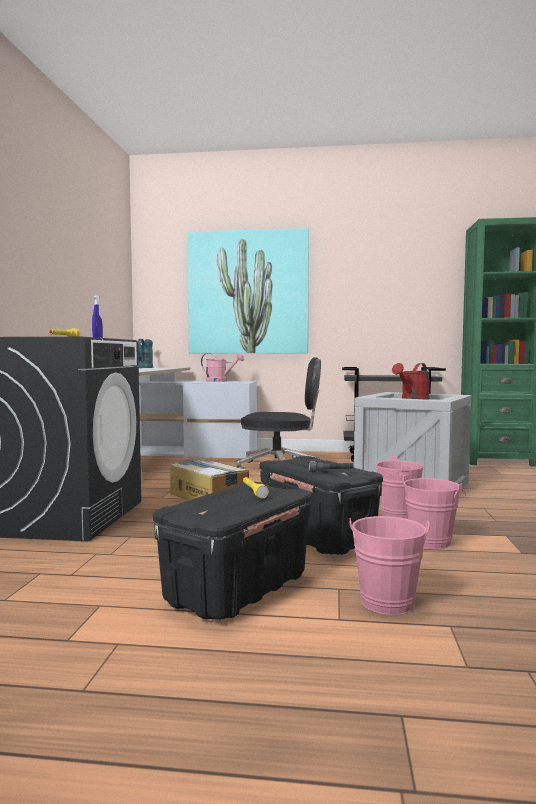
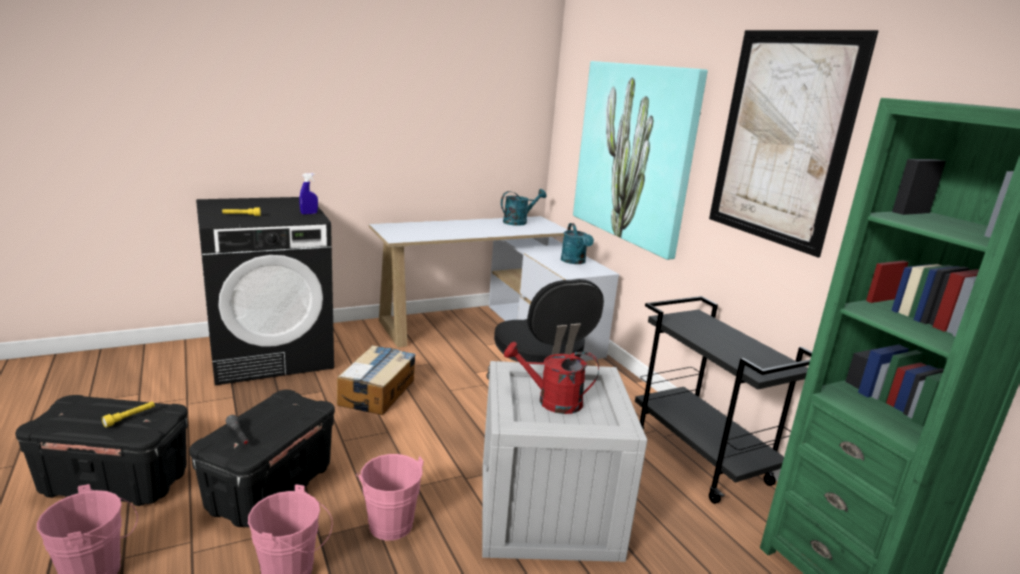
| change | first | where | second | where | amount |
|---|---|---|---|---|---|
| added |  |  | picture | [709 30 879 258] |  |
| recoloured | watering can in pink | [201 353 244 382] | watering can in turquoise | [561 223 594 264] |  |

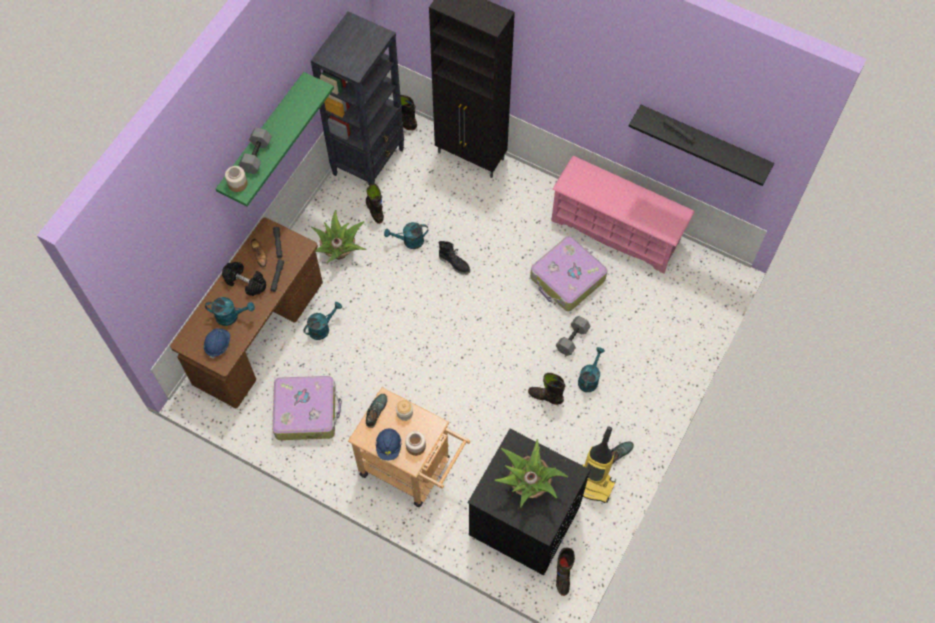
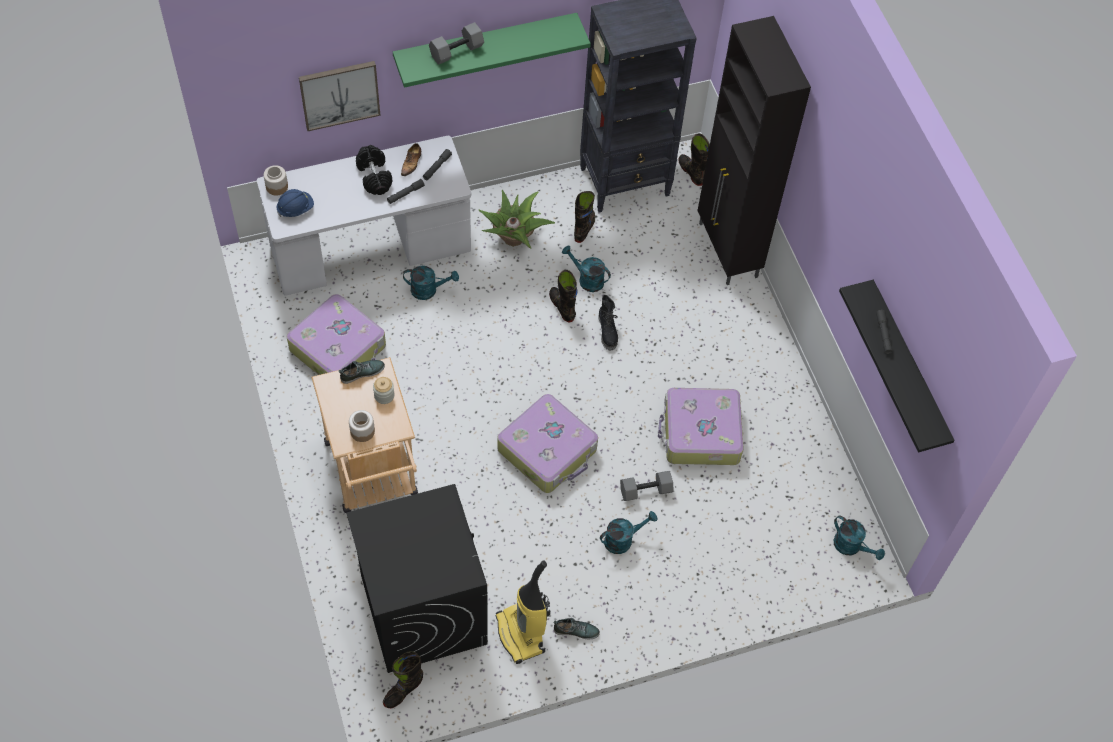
| change | first | where | second | where | amount |
|---|---|---|---|---|---|
| removed | hard hat in blue | [376 428 401 460] |  |  |  |
| removed | potted plant | [495 439 568 508] |  |  |  |
| removed | shoe rack in pink | [551 156 695 274] |  |  |  |
| added |  |  | picture | [299 61 381 131] |  |
| added |  |  | suitcase | [497 394 598 493] |  |
| moved | watering can in turquoise | [205 297 255 326] |  | [834 516 885 560] |  |
| moved | jar | [225 166 248 192] |  | [264 165 288 195] |  |
| moved | boot in black | [528 373 566 405] |  | [549 270 578 322] |  |
| recoloured | desk in brown | [170 217 323 409] | desk in white | [257 136 471 296] |  |

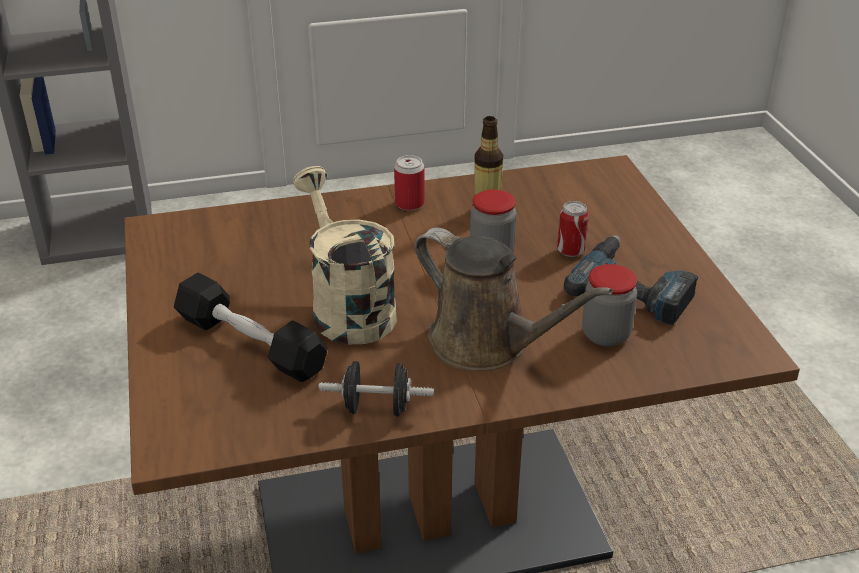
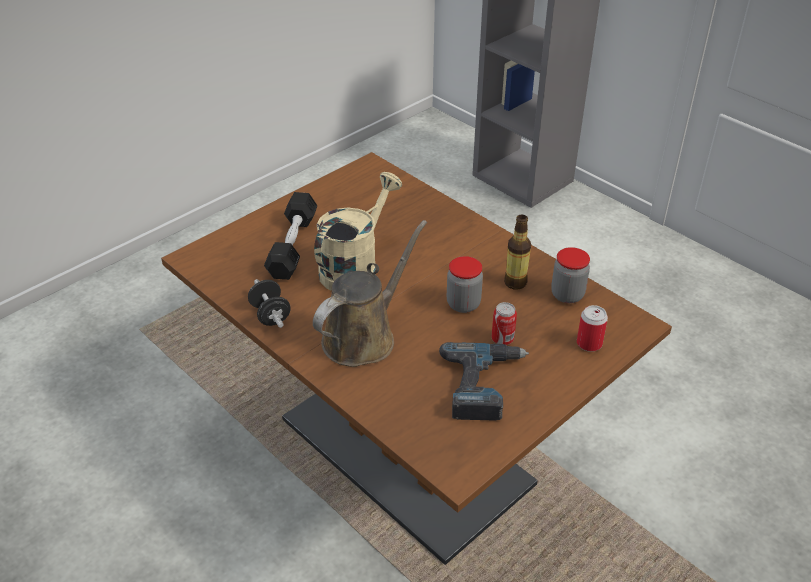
| change | first | where | second | where | amount |
|---|---|---|---|---|---|
| moved | can | [394 155 425 210] |  | [577 305 608 352] |  |
| moved | jar | [582 264 637 346] |  | [551 247 590 303] |  |
| turned | watering can in brown | [415 228 613 371] |  | [313 220 427 367] | 150 degrees counterclockwise |

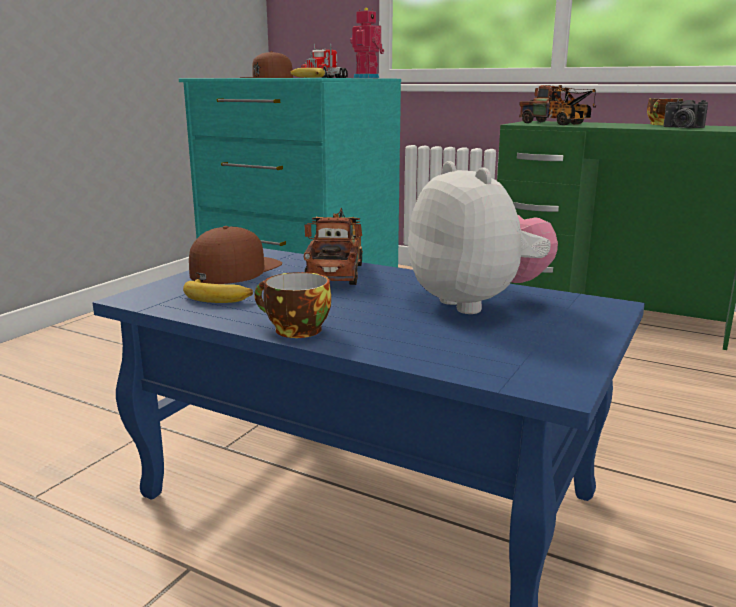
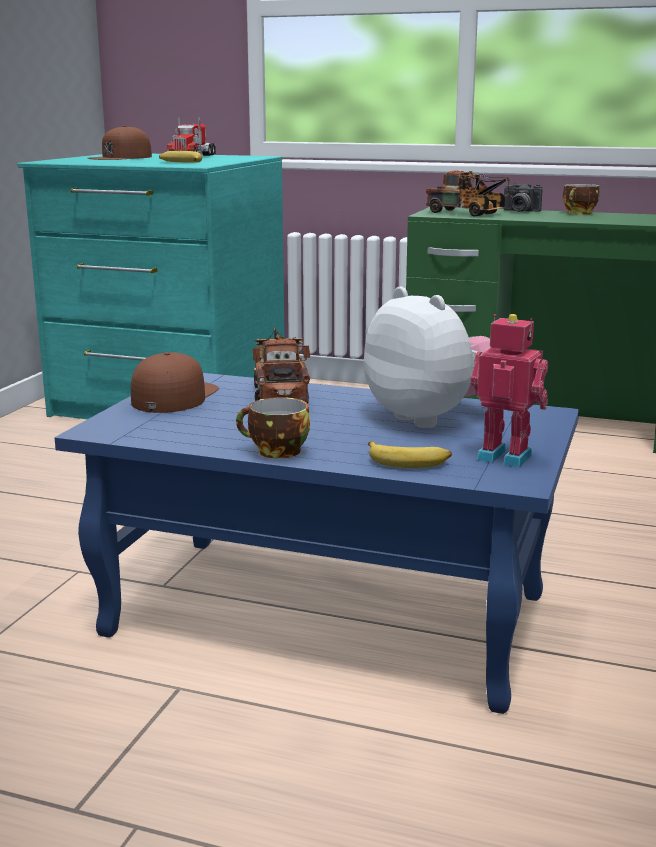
| change | first | where | second | where | amount |
|---|---|---|---|---|---|
| moved | banana | [183 279 253 303] |  | [368 441 452 468] |  |
| moved | toy robot | [350 8 384 78] |  | [470 314 548 468] |  |
| moved | photo camera | [663 99 708 128] |  | [504 183 543 212] |  |

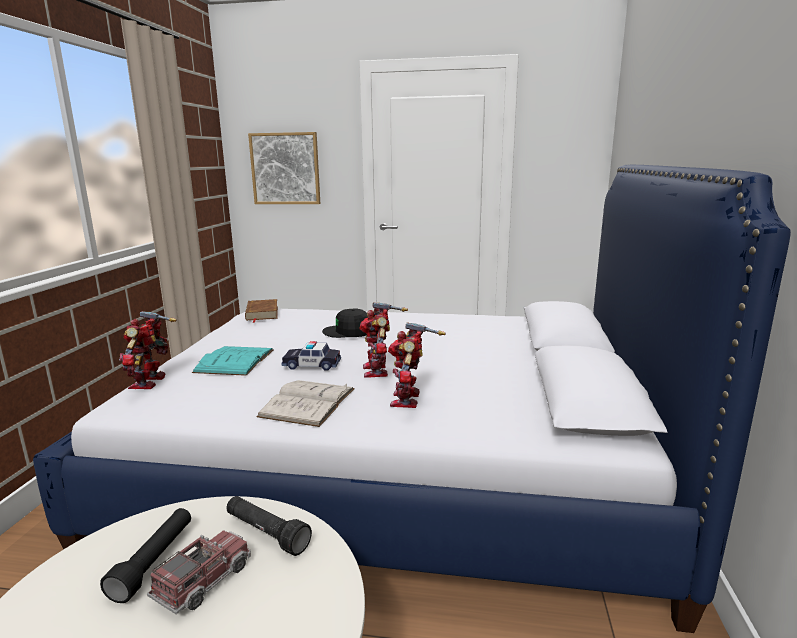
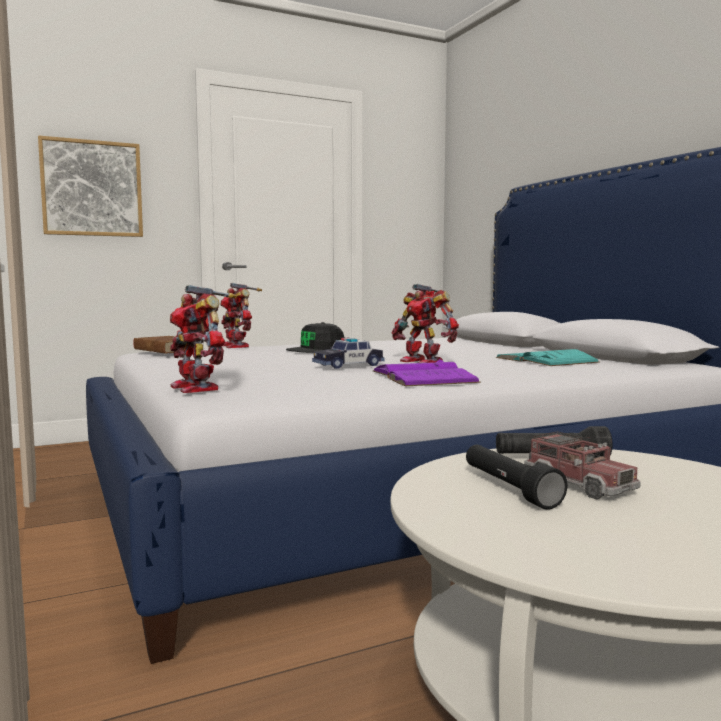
| change | first | where | second | where | amount |
|---|---|---|---|---|---|
| moved | book in turquoise | [192 346 274 376] |  | [496 349 599 366] |  |
| moved | toy robot | [388 322 445 408] |  | [220 283 262 348] |  |
| recoloured | book in white | [256 380 355 427] | book in purple | [372 359 481 386] |  |
| turned | toy truck | [147 530 251 614] |  | [524 431 641 500] | 150 degrees clockwise |

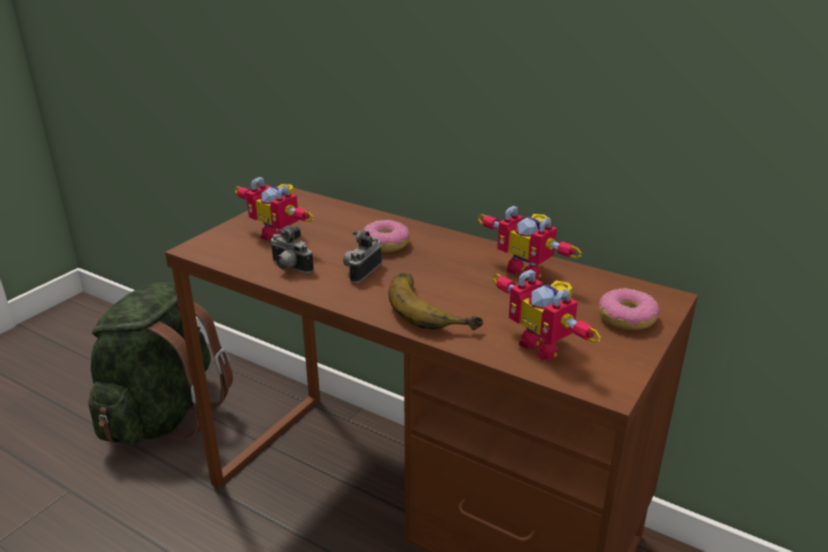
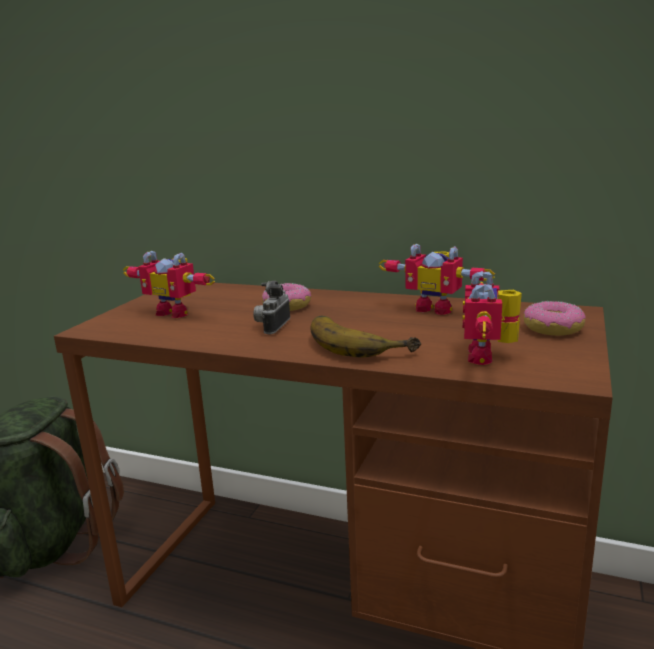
| change | first | where | second | where | amount |
|---|---|---|---|---|---|
| removed | photo camera | [270 225 314 273] |  |  |  |
| turned | toy robot | [492 270 601 360] |  | [463 271 522 365] | 60 degrees clockwise |

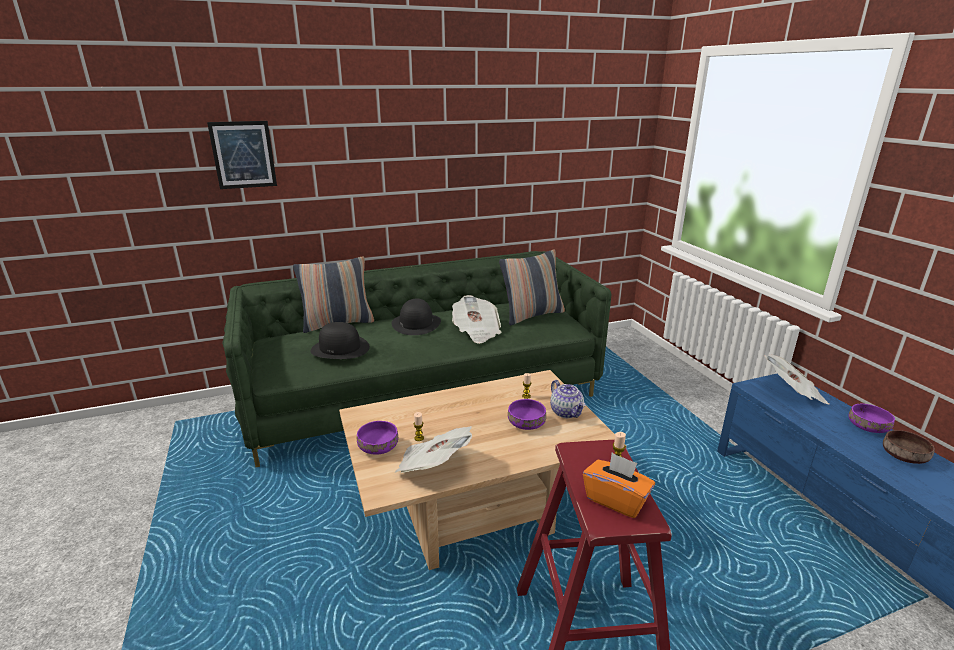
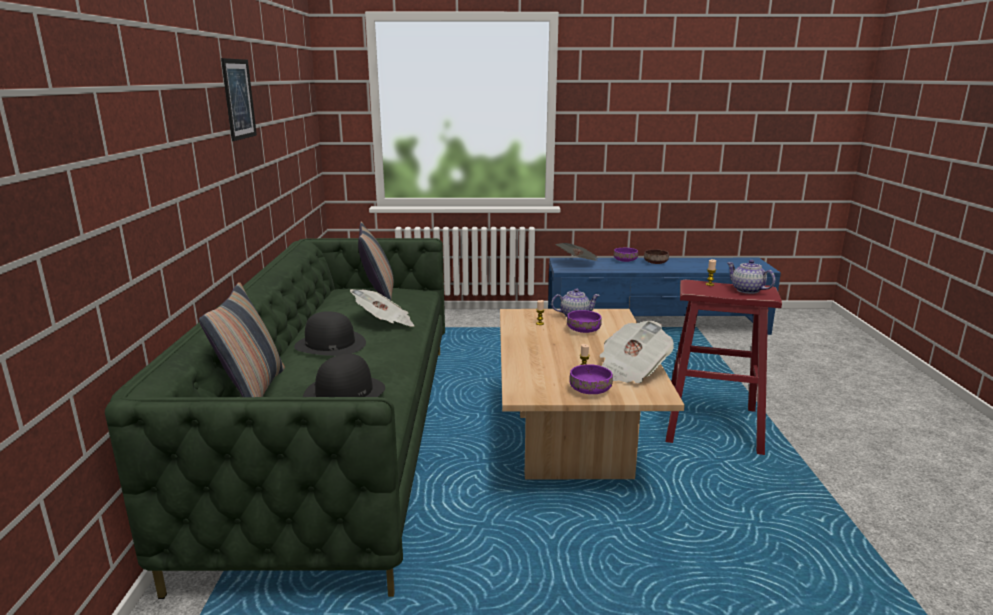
| change | first | where | second | where | amount |
|---|---|---|---|---|---|
| moved | picture | [207 121 277 189] |  | [221 58 257 141] |  |
| replaced | tissue box in orange | [583 453 655 518] | teapot | [727 260 775 294] |  |

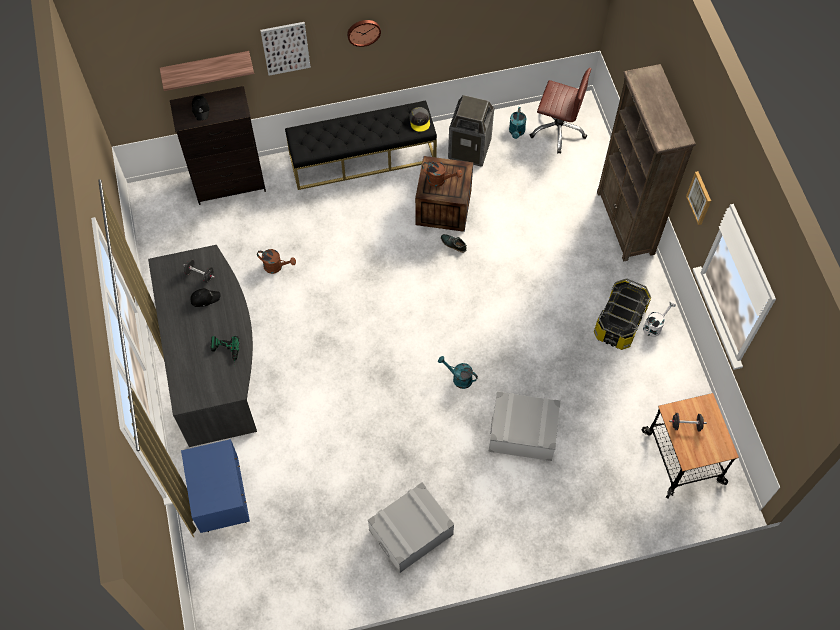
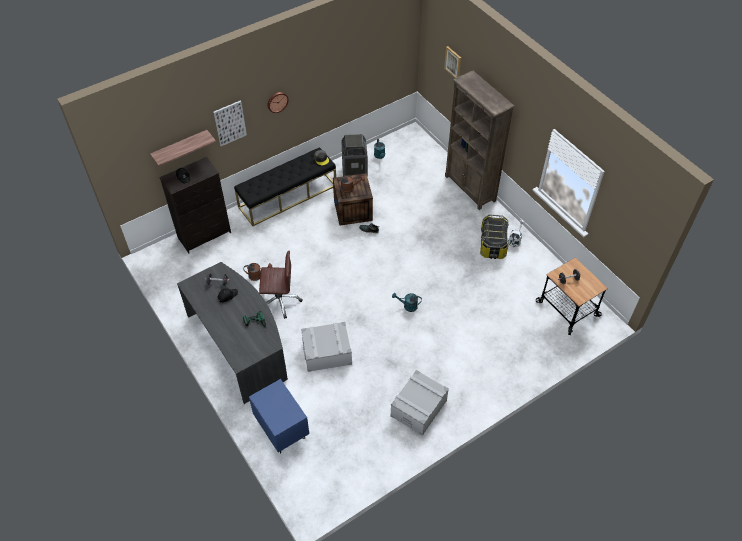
| change | first | where | second | where | amount |
|---|---|---|---|---|---|
| moved | storage box in grey | [489 391 561 461] |  | [301 322 352 372] |  |
| moved | office chair in brown | [530 68 592 154] |  | [259 251 302 319] |  |
| moved | picture | [686 171 711 225] |  | [444 46 461 78] |  |

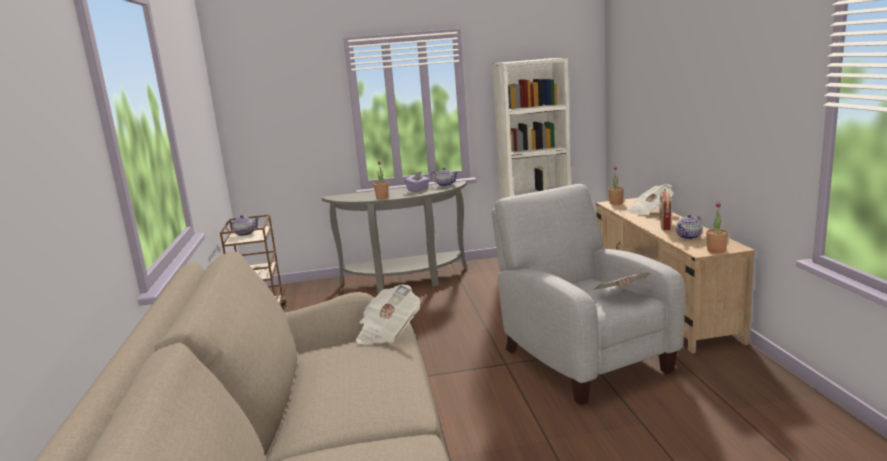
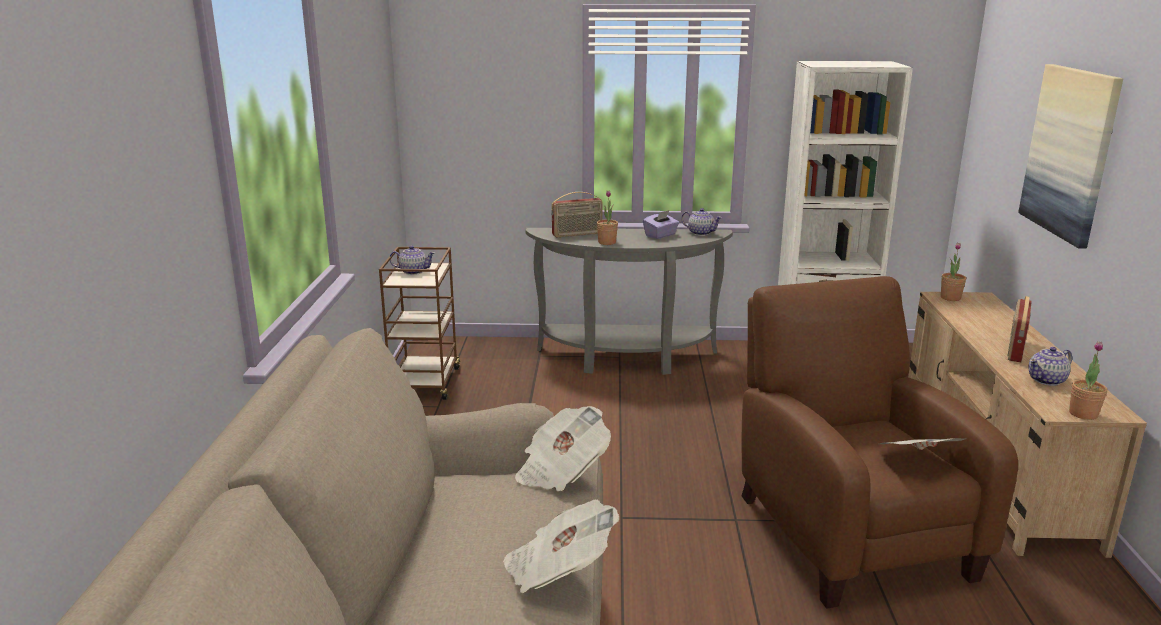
| change | first | where | second | where | amount |
|---|---|---|---|---|---|
| added |  |  | radio | [551 192 603 237] |  |
| added |  |  | picture | [1018 64 1123 249] |  |
| moved | newspaper | [626 184 673 215] |  | [503 499 619 593] |  |
| recoloured | armchair in grey | [491 184 685 405] | armchair in brown | [741 276 1018 609] |  |

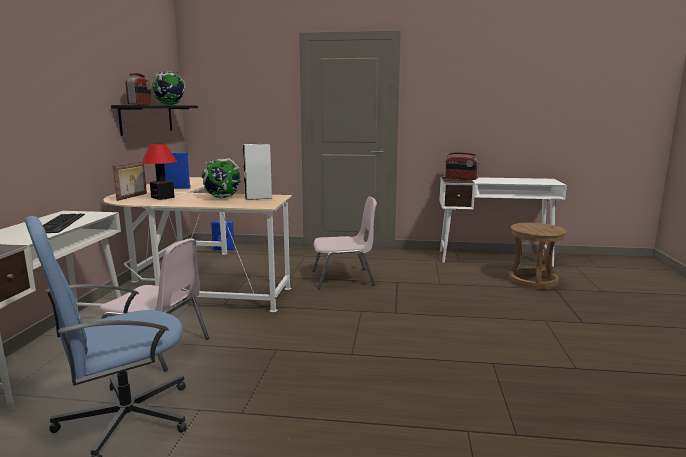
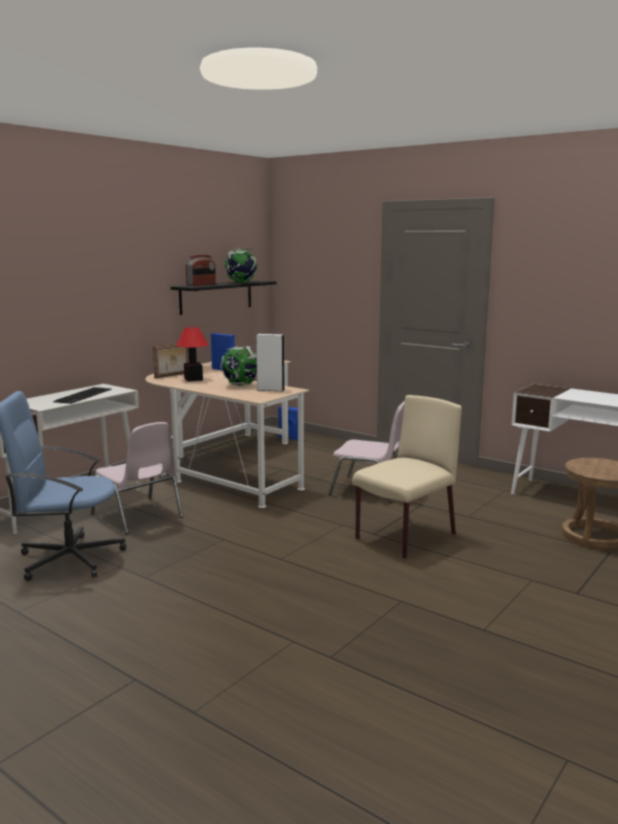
| change | first | where | second | where | amount |
|---|---|---|---|---|---|
| removed | radio | [445 152 480 180] |  |  |  |
| added |  |  | chair in beige | [352 395 462 559] |  |

